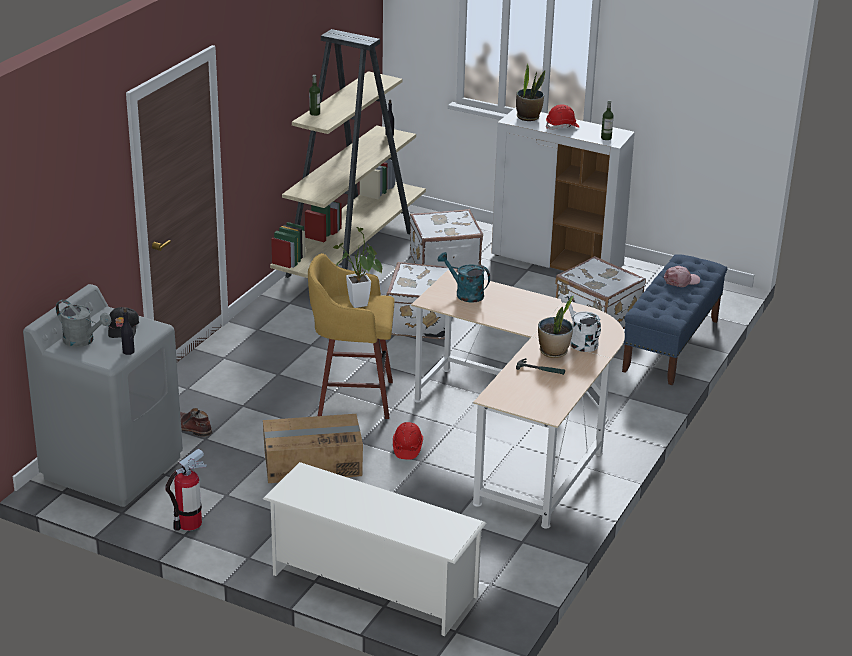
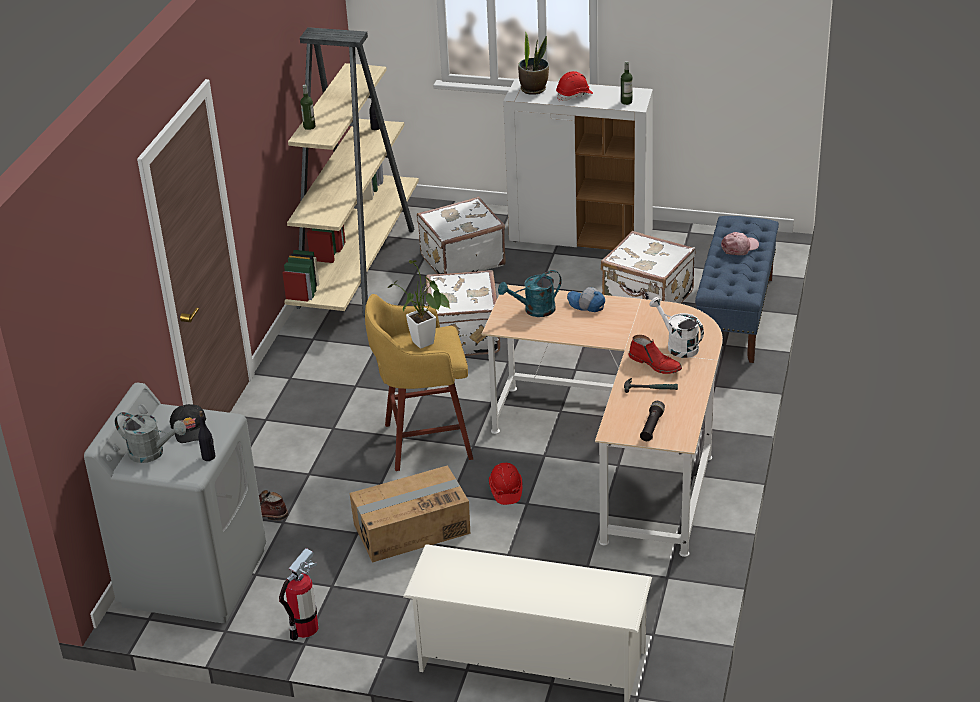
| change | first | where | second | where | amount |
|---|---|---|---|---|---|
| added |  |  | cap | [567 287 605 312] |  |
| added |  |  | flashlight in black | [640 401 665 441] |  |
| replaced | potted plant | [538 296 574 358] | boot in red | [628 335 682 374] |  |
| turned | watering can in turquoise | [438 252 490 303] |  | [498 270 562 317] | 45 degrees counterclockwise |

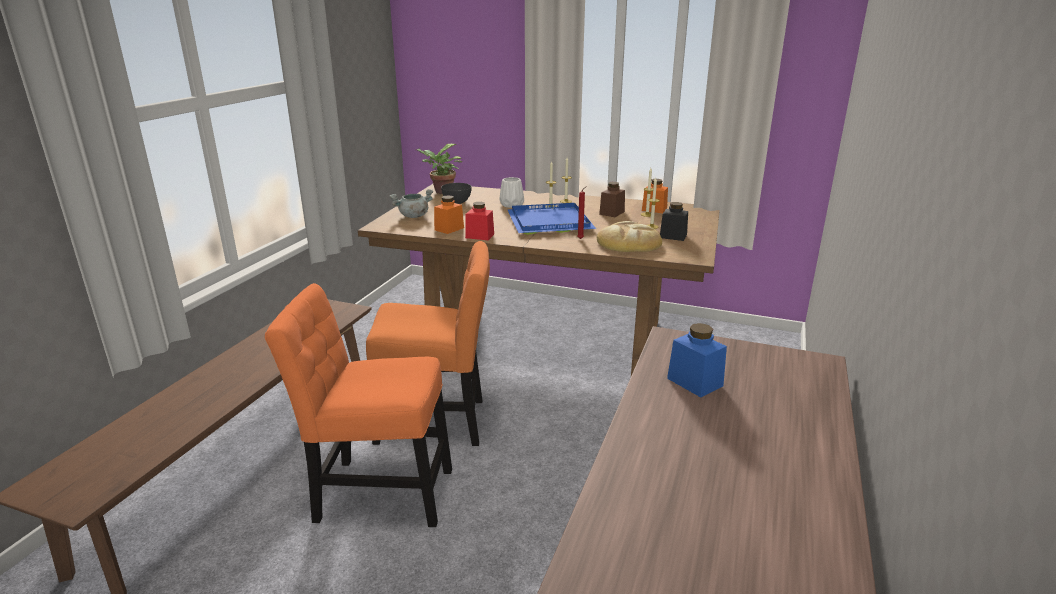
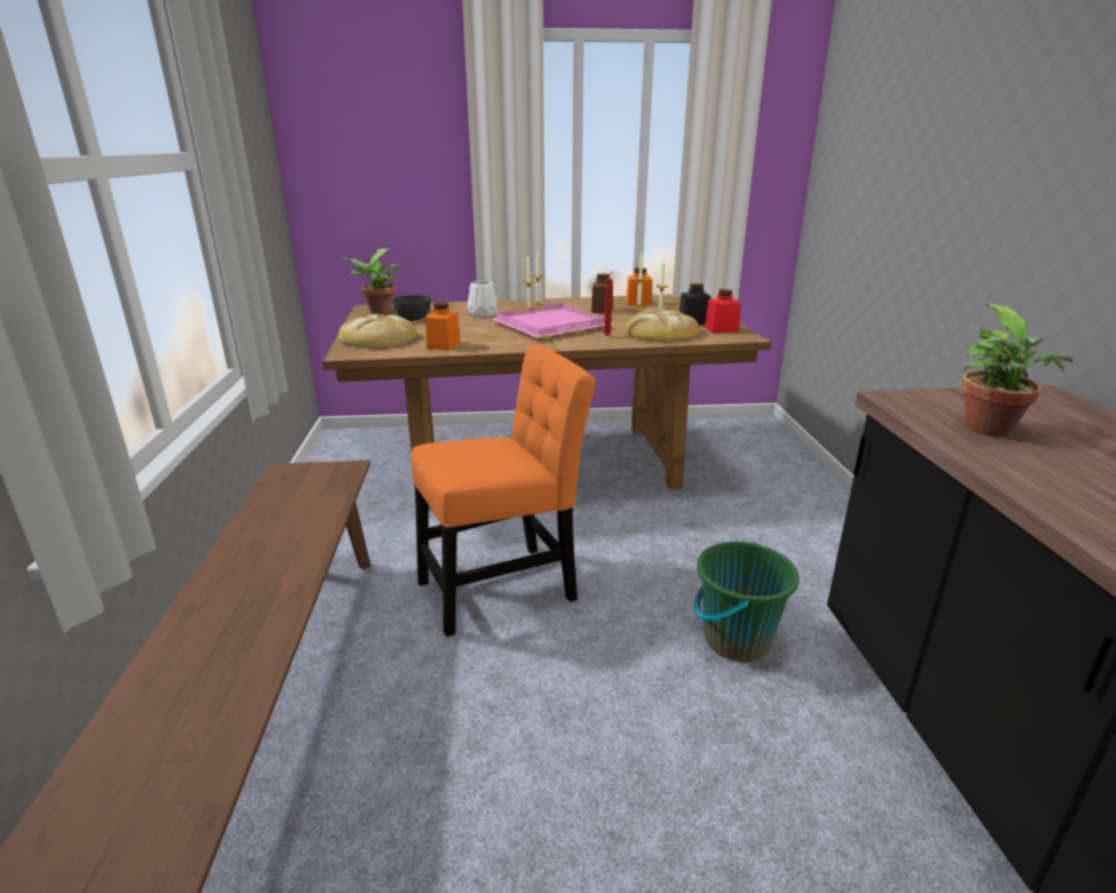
| change | first | where | second | where | amount |
|---|---|---|---|---|---|
| removed | chair in orange | [265 283 452 527] |  |  |  |
| added |  |  | bucket in green | [694 542 799 662] |  |
| moved | jar in red | [465 202 494 240] |  | [704 289 741 333] |  |
| replaced | cooking pot in grey | [389 189 433 218] | bread | [338 315 416 348] |  |
| replaced | jar in blue | [667 323 727 397] | potted plant | [960 303 1074 437] |  |
| recoloured | tray in blue | [508 203 596 235] | tray in pink | [489 303 613 340] |  |

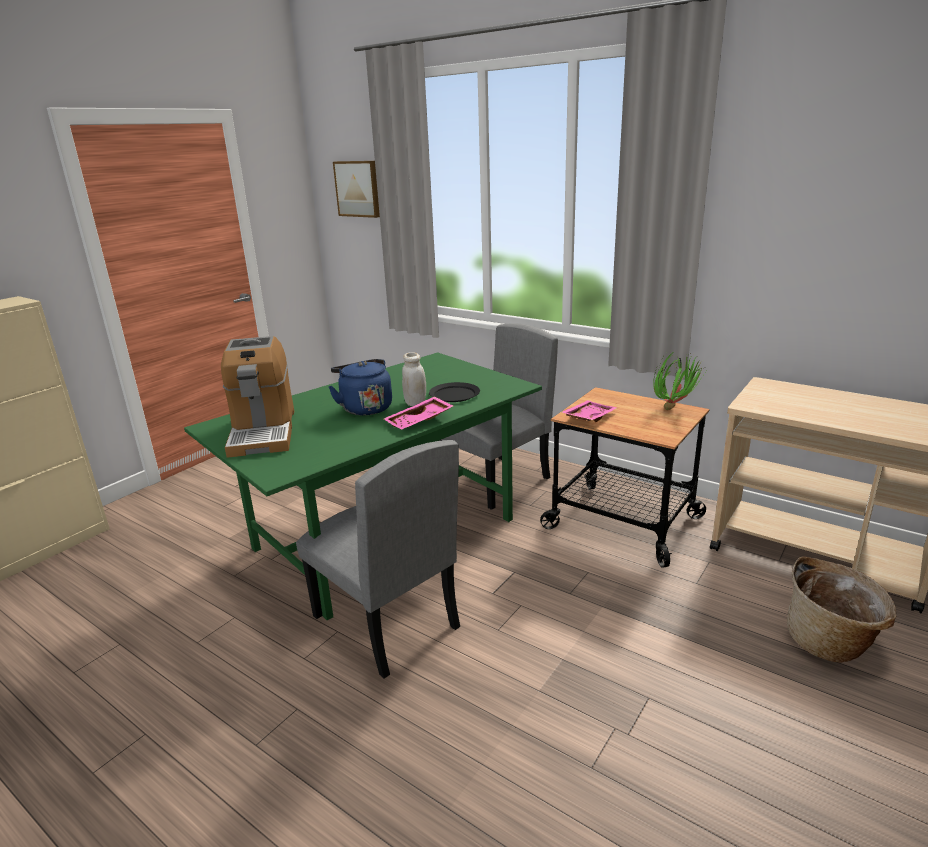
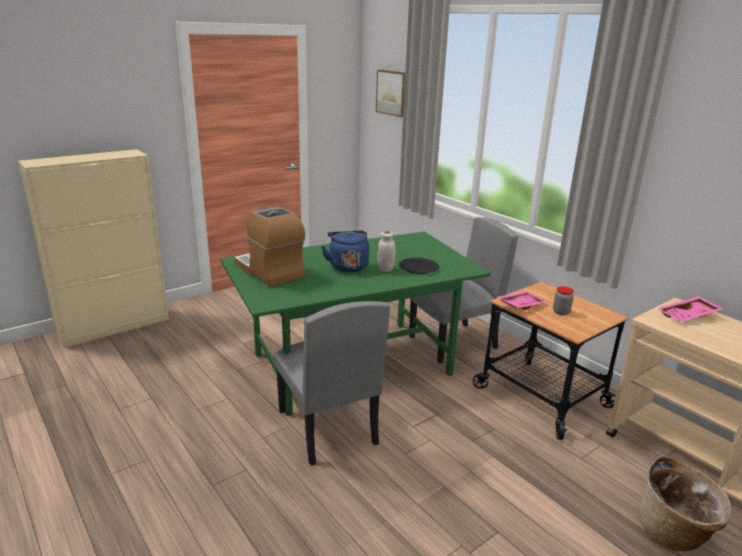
| change | first | where | second | where | amount |
|---|---|---|---|---|---|
| removed | potted plant | [653 353 705 410] |  |  |  |
| added |  |  | jar | [553 286 574 315] |  |
| moved | tray in pink | [384 397 453 429] |  | [657 296 723 321] |  |
| turned | coffee machine | [221 336 294 458] |  | [234 207 305 287] | 135 degrees clockwise |

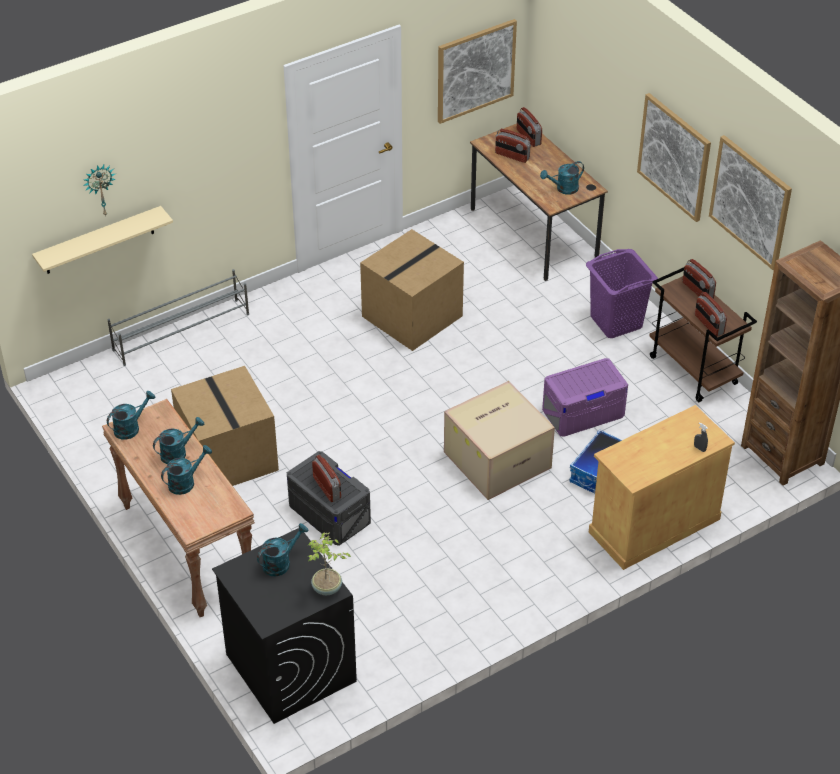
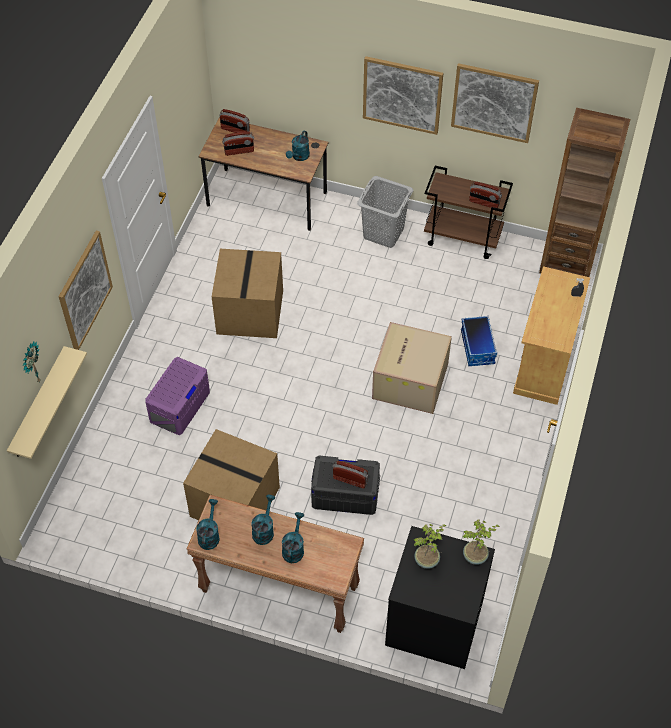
| change | first | where | second | where | amount |
|---|---|---|---|---|---|
| removed | shoe rack in grey | [107 269 249 366] |  |  |  |
| removed | radio | [682 259 716 298] |  |  |  |
| moved | picture | [438 19 517 124] |  | [59 231 113 350] |  |
| moved | storage box in purple | [542 358 628 437] |  | [145 357 210 435] |  |
| replaced | watering can in turquoise | [257 523 308 576] | potted plant | [414 524 446 569] |  |
| recoloured | laundry basket in purple | [586 249 658 338] | laundry basket in grey | [357 176 413 248] |  |

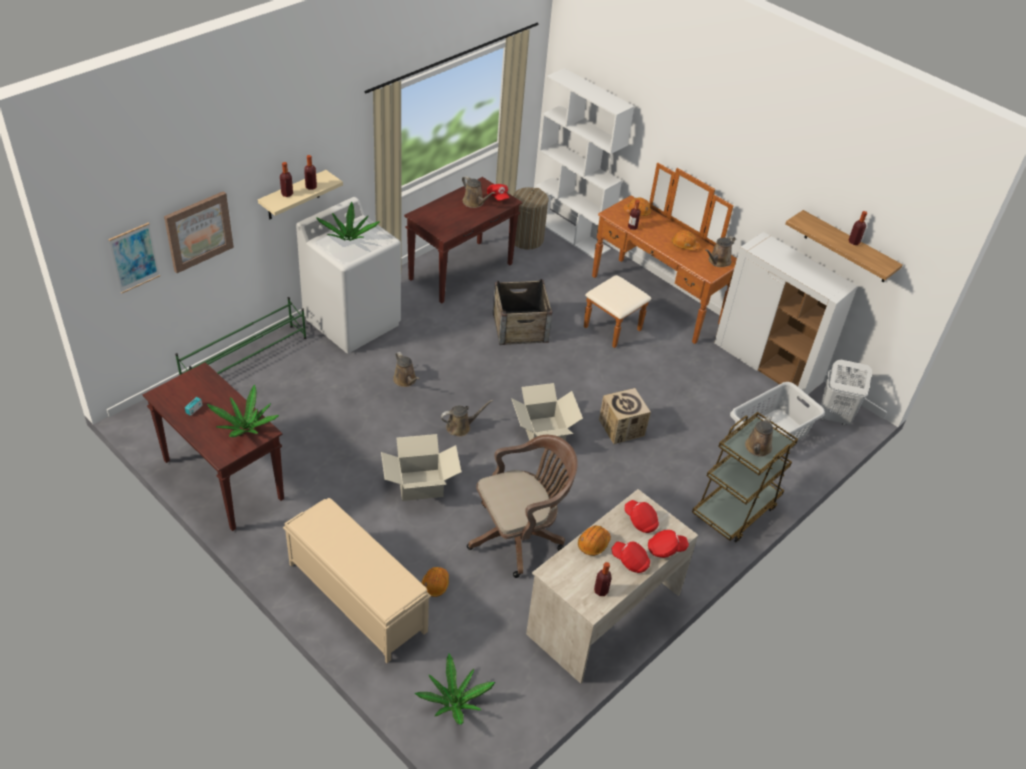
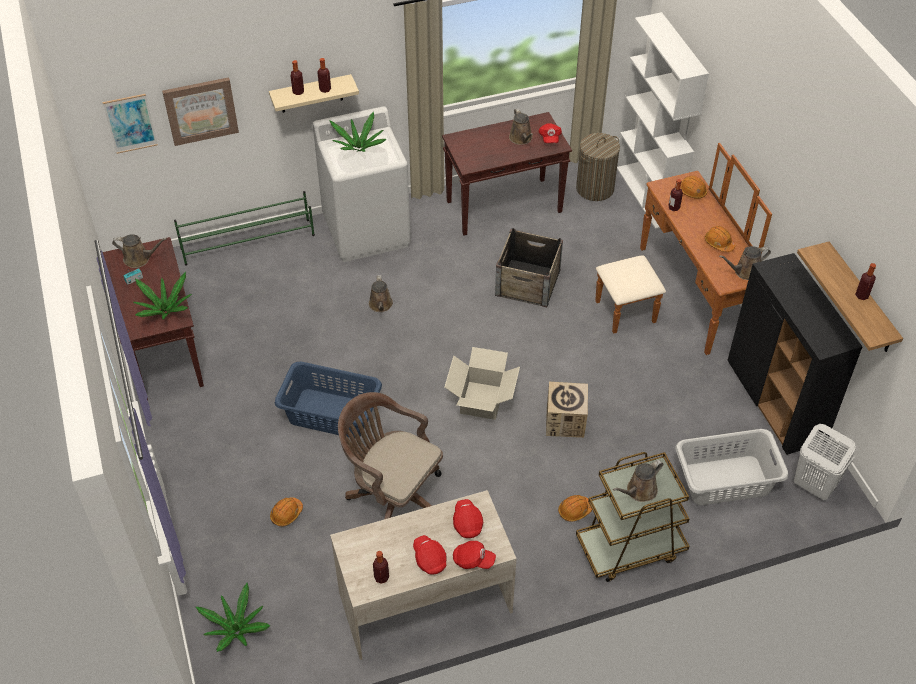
| change | first | where | second | where | amount |
|---|---|---|---|---|---|
| removed | bench in beige | [283 498 431 663] |  |  |  |
| moved | watering can in brown | [441 400 493 437] |  | [112 234 167 268] |  |
| moved | hard hat in orange | [578 525 611 556] |  | [558 495 592 521] |  |
| replaced | cardboard box | [381 434 461 501] | laundry basket in blue | [275 362 382 438] |  |
| recoloured | cabinet in white | [714 232 858 400] | cabinet in black | [727 253 862 455] |  |
| turned | office chair in brown | [467 435 578 578] |  | [338 392 443 519] | 150 degrees counterclockwise |

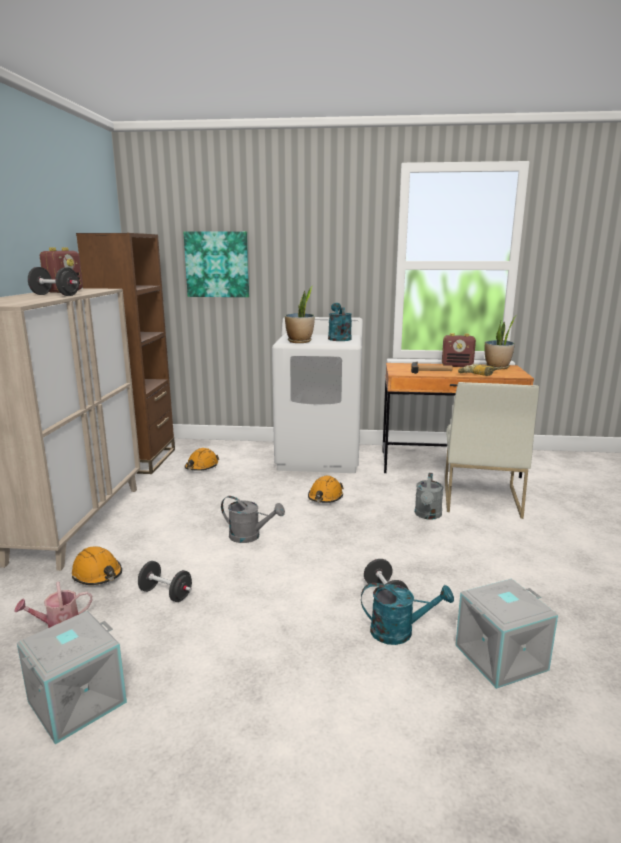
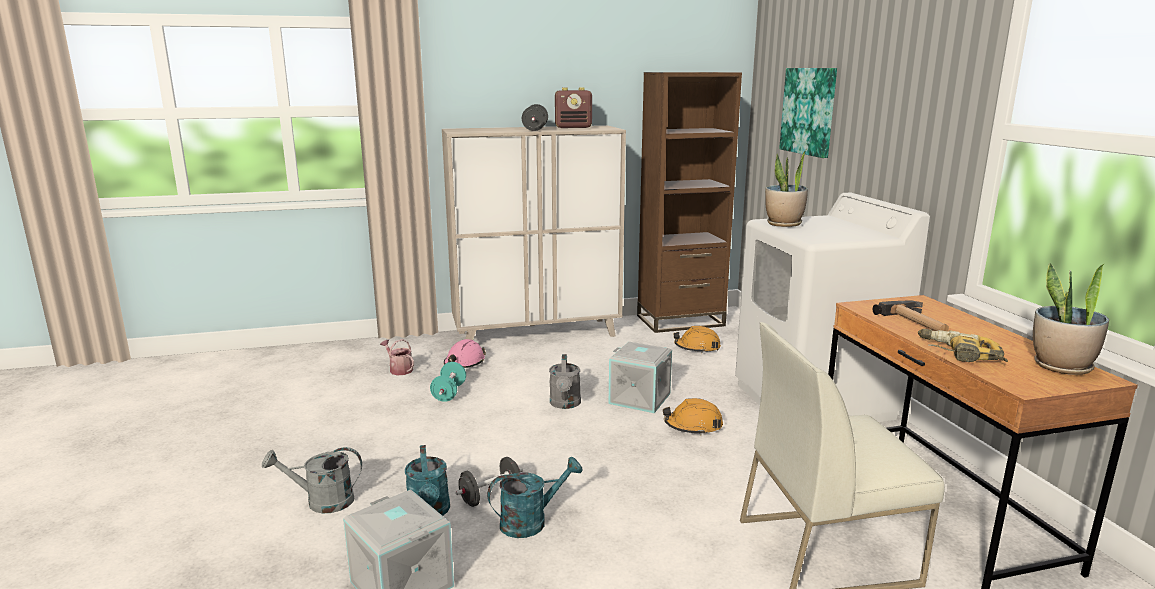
| change | first | where | second | where | amount |
|---|---|---|---|---|---|
| removed | radio | [442 333 476 367] |  |  |  |
| moved | storage box in grey | [17 611 127 744] |  | [609 342 672 413] |  |
| moved | watering can in turquoise | [328 303 352 341] |  | [488 457 583 538] |  |
| moved | watering can in grey | [415 473 443 520] |  | [262 447 362 513] |  |
| recoloured | hard hat in orange | [72 547 122 585] | hard hat in pink | [444 339 486 368] |  |
| recoloured | dumbbell in black | [138 561 192 602] | dumbbell in turquoise | [430 362 466 402] |  |

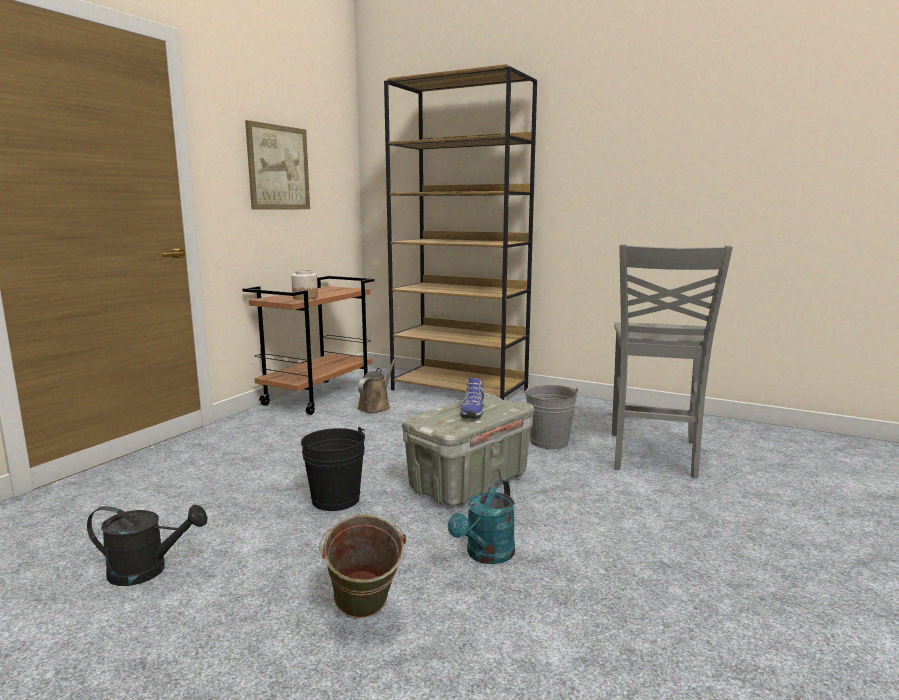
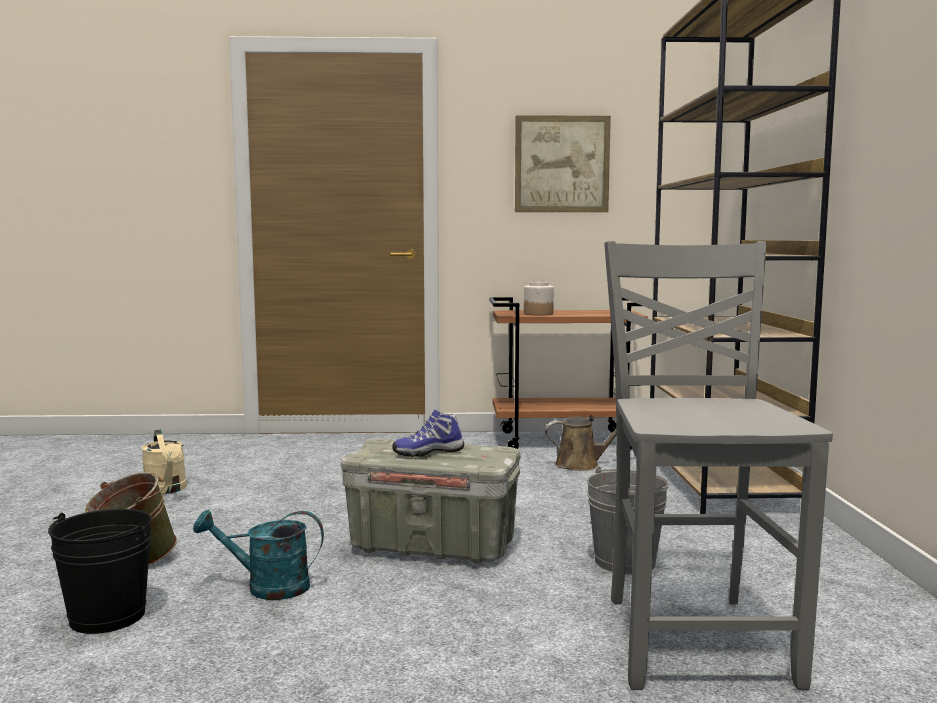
| change | first | where | second | where | amount |
|---|---|---|---|---|---|
| moved | bucket in black | [301 427 365 511] |  | [48 509 152 634] |  |
| recoloured | watering can in black | [87 505 208 586] | watering can in beige | [142 430 187 494] |  |
| turned | chair in grey | [612 244 733 478] |  | [604 241 833 691] | 105 degrees clockwise |

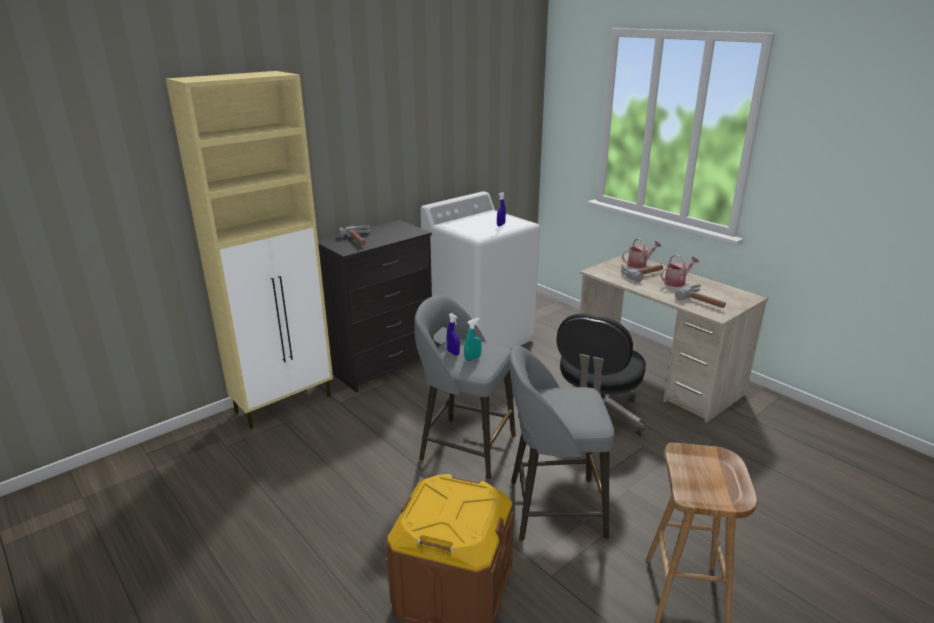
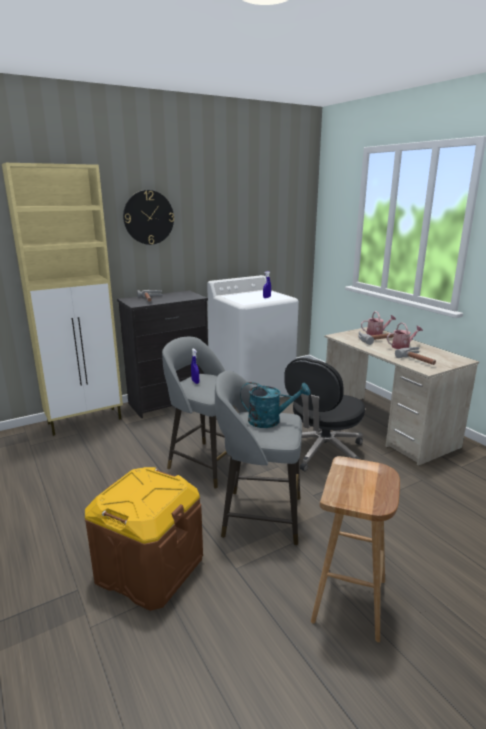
| change | first | where | second | where | amount |
|---|---|---|---|---|---|
| removed | spray bottle in turquoise | [464 318 482 361] |  |  |  |
| added |  |  | wall clock | [123 190 174 245] |  |
| added |  |  | watering can in turquoise | [240 382 311 428] |  |

